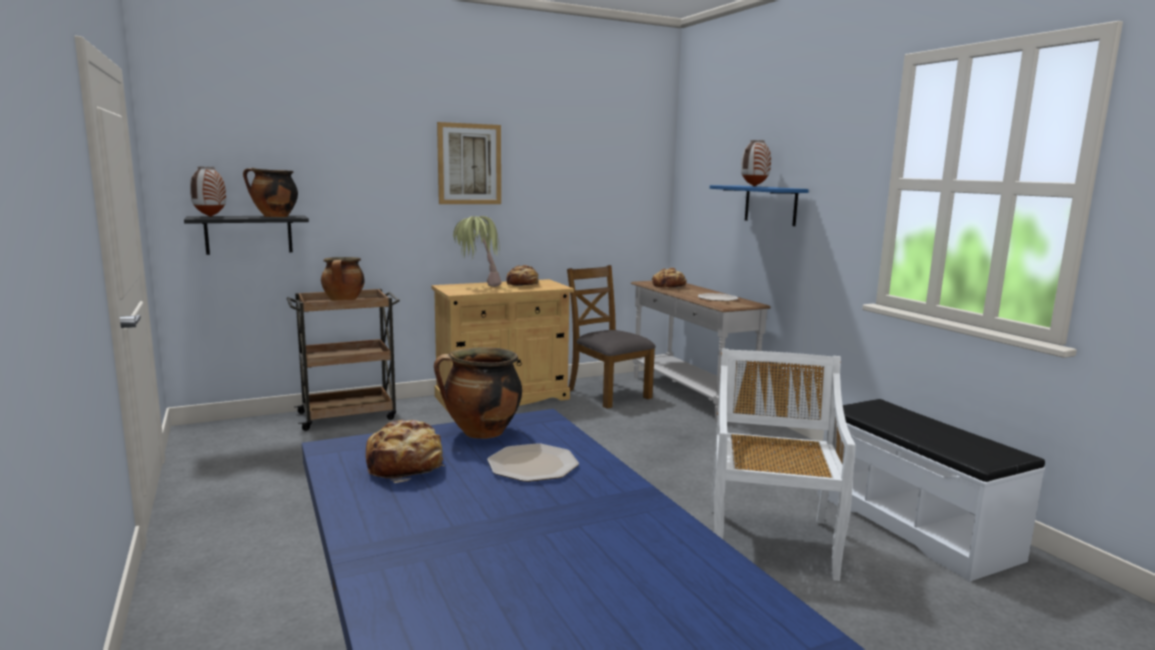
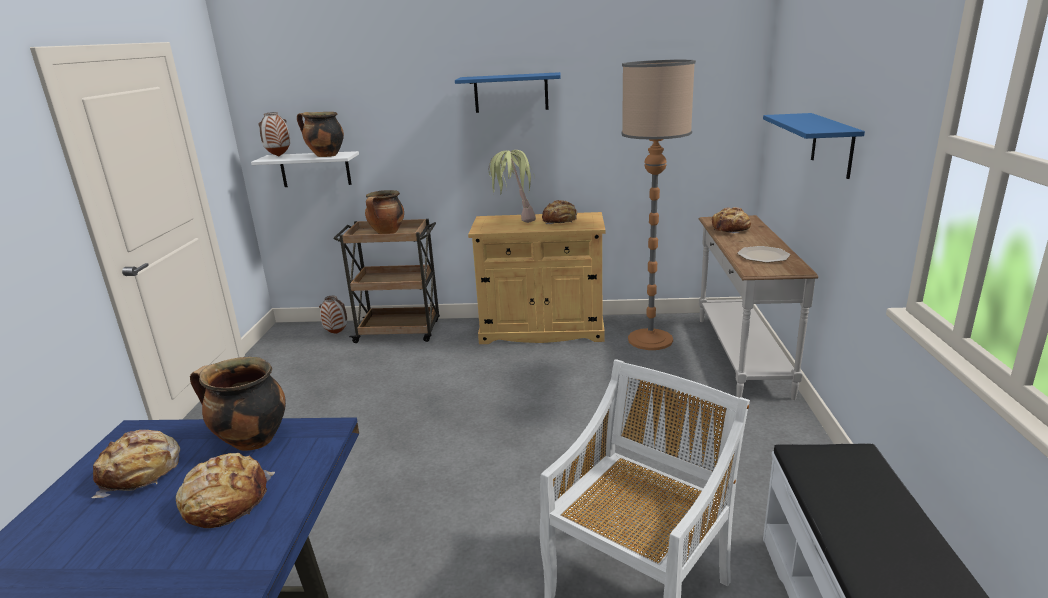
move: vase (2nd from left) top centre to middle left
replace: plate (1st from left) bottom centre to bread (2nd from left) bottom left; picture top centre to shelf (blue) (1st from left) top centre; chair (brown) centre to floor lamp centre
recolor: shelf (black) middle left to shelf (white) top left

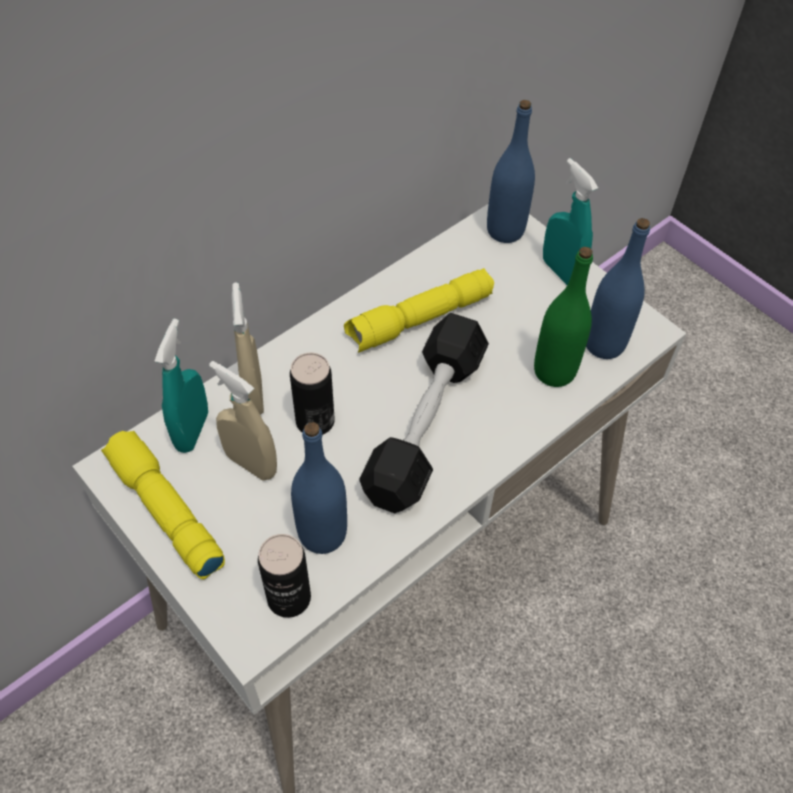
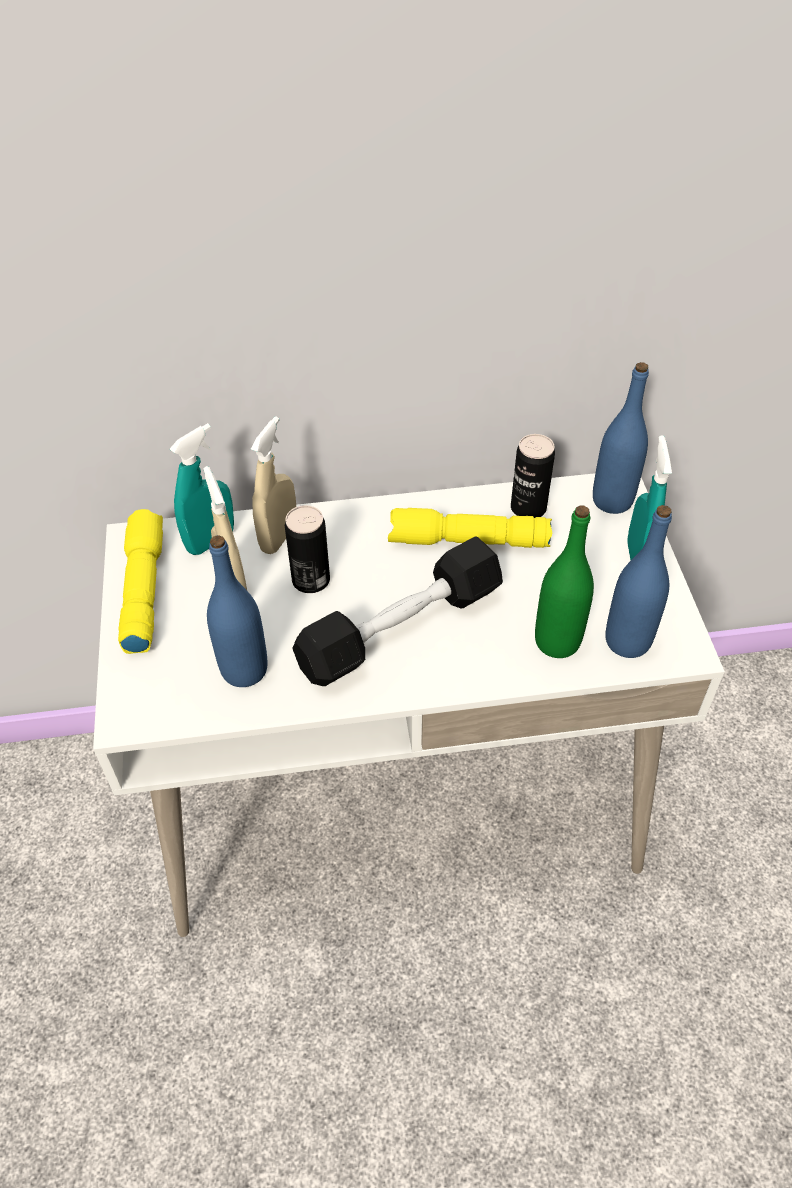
move: can (1st from left in the first image) bottom centre to can (2nd from left) middle right

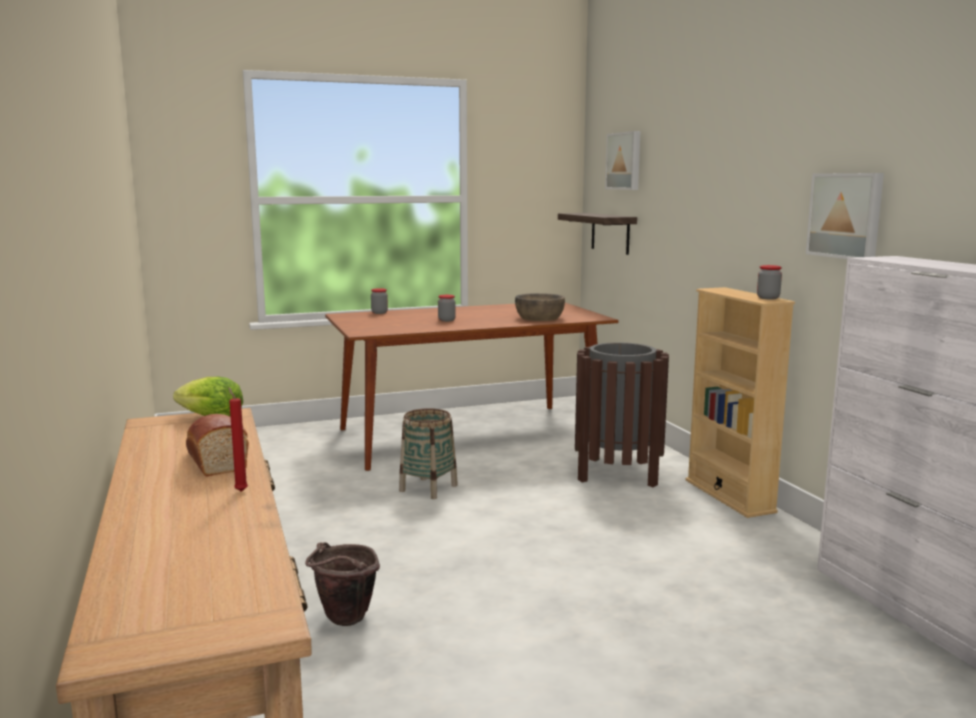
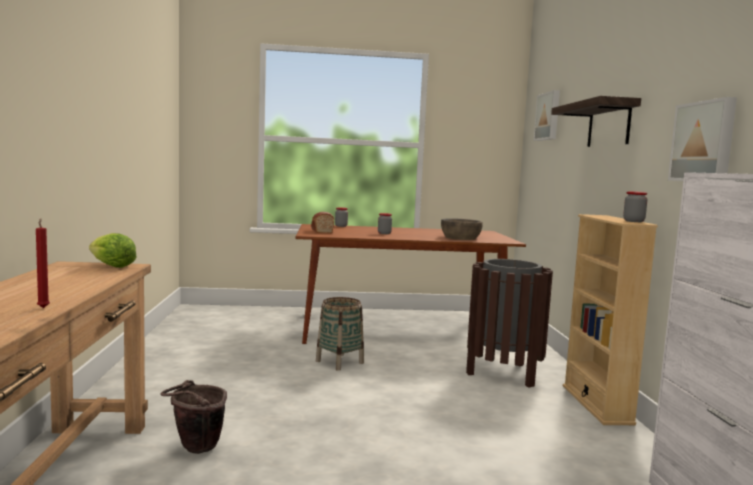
move: bread middle left to centre; shelf top centre to top right

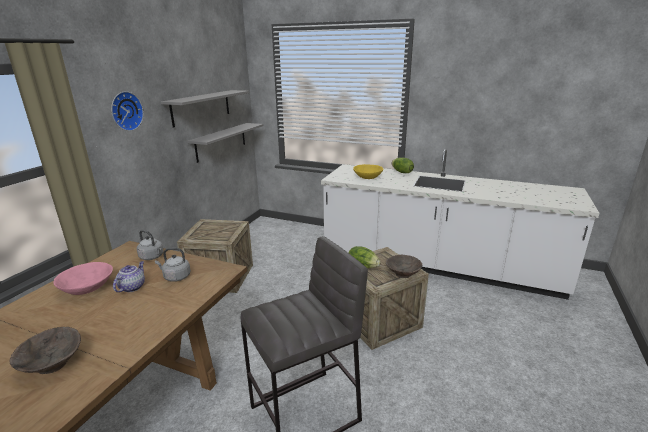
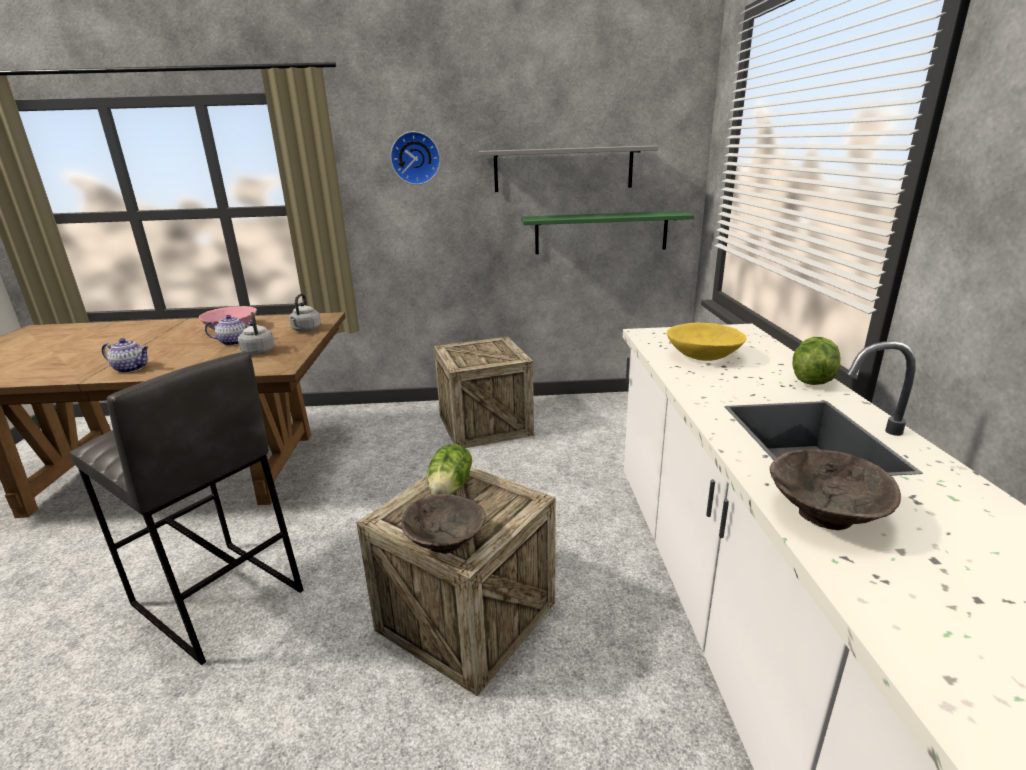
insert: teapot (1st from left) middle left
move: bowl (brown) (1st from left in the first image) bottom left to bowl (brown) (2nd from left) middle right
recolor: shelf (grey) (2nd from left) top centre to shelf (green) top centre

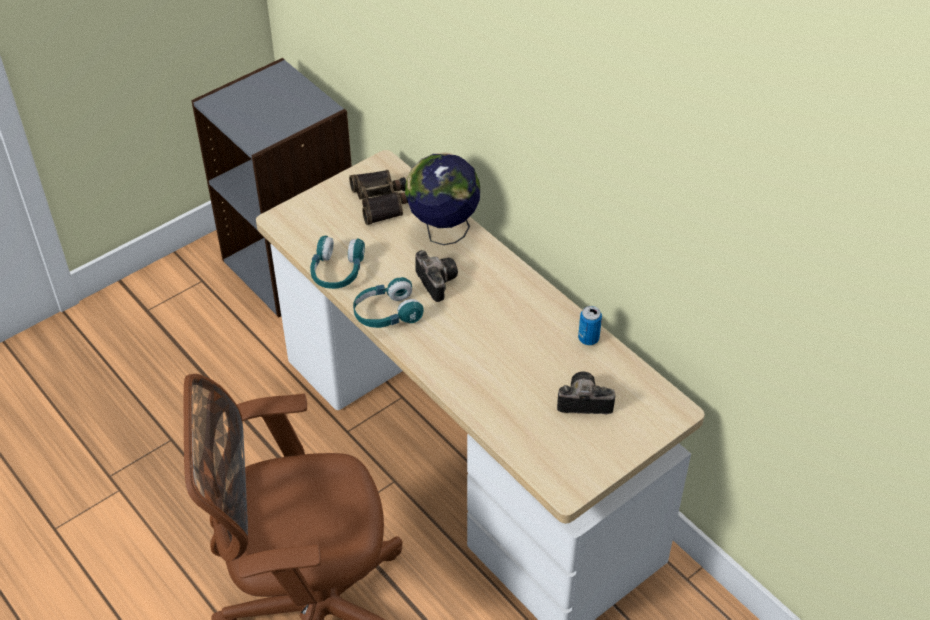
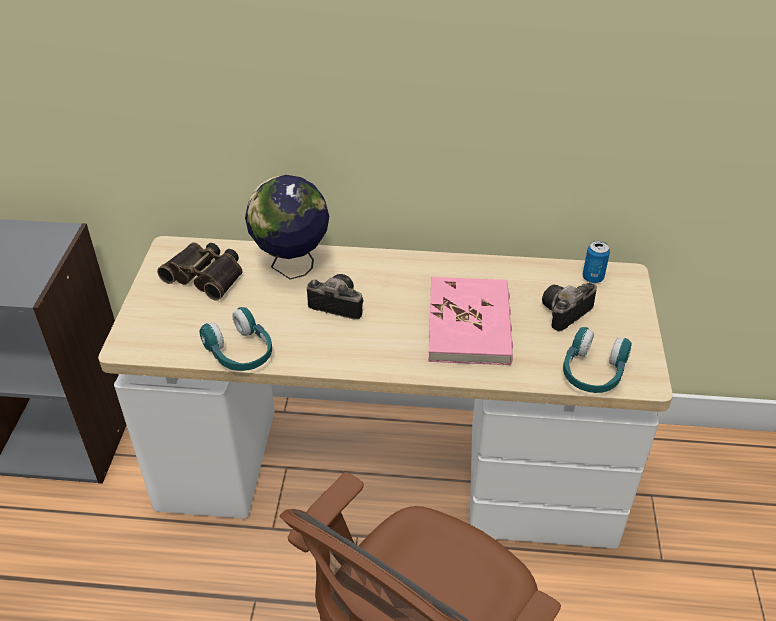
insert: book (pink) centre
move: headphones (turquoise) (2nd from left) centre to middle right; can centre to middle right

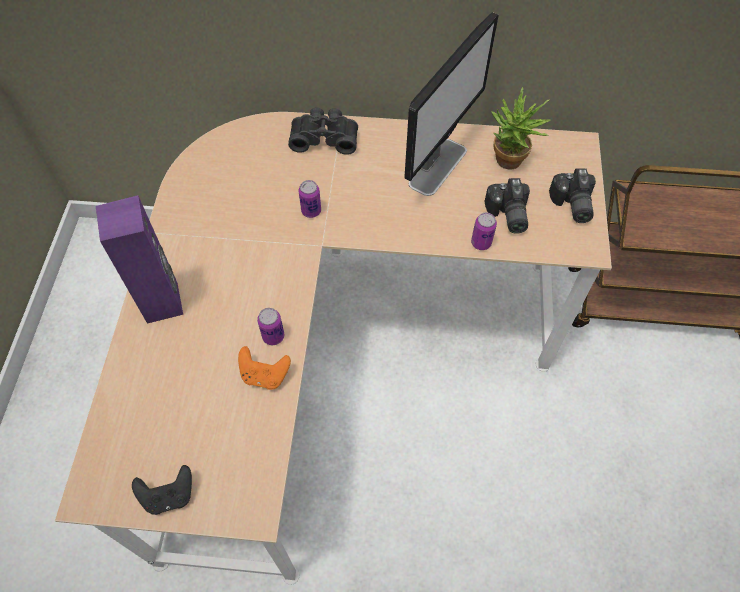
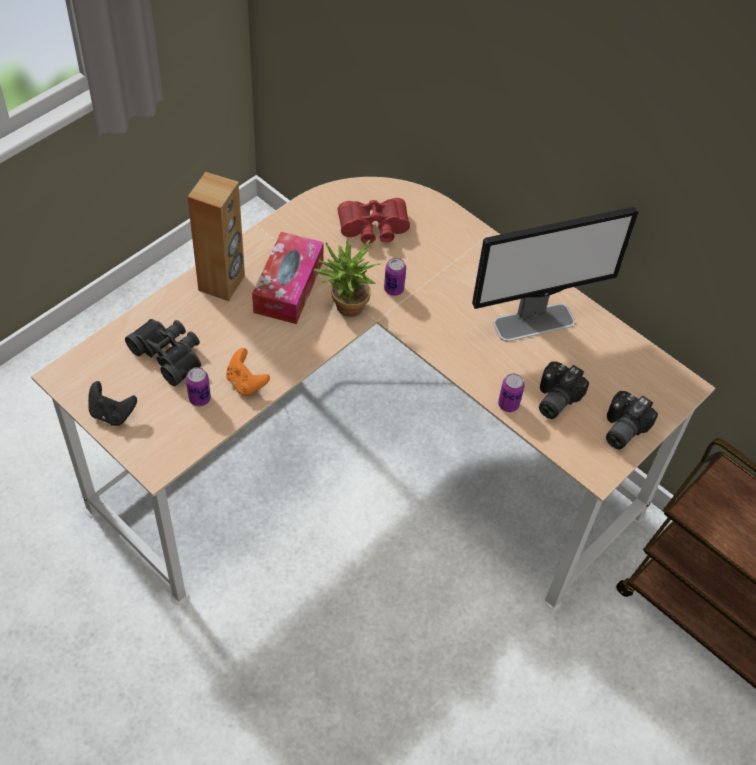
insert: tissue box centre; binoculars (red) top centre
move: binoculars (black) top centre to middle left; can (1st from left) centre to middle left; potted plant top right to centre
recolor: speaker (purple) middle left to speaker (brown) top left

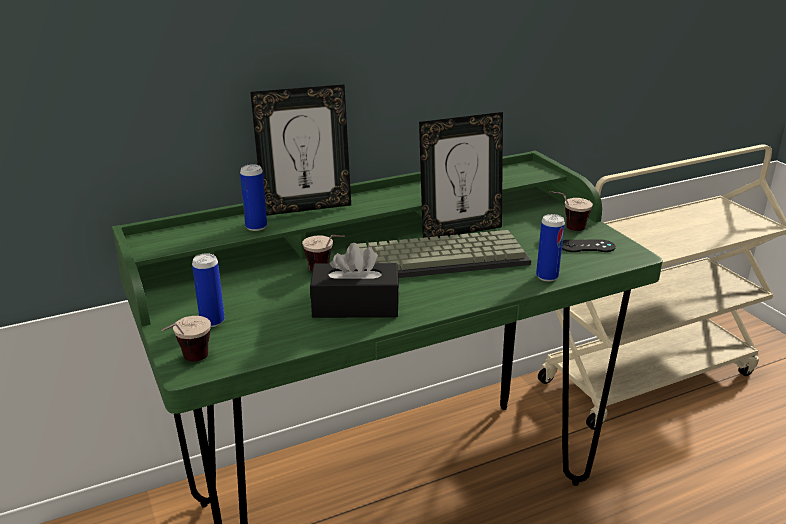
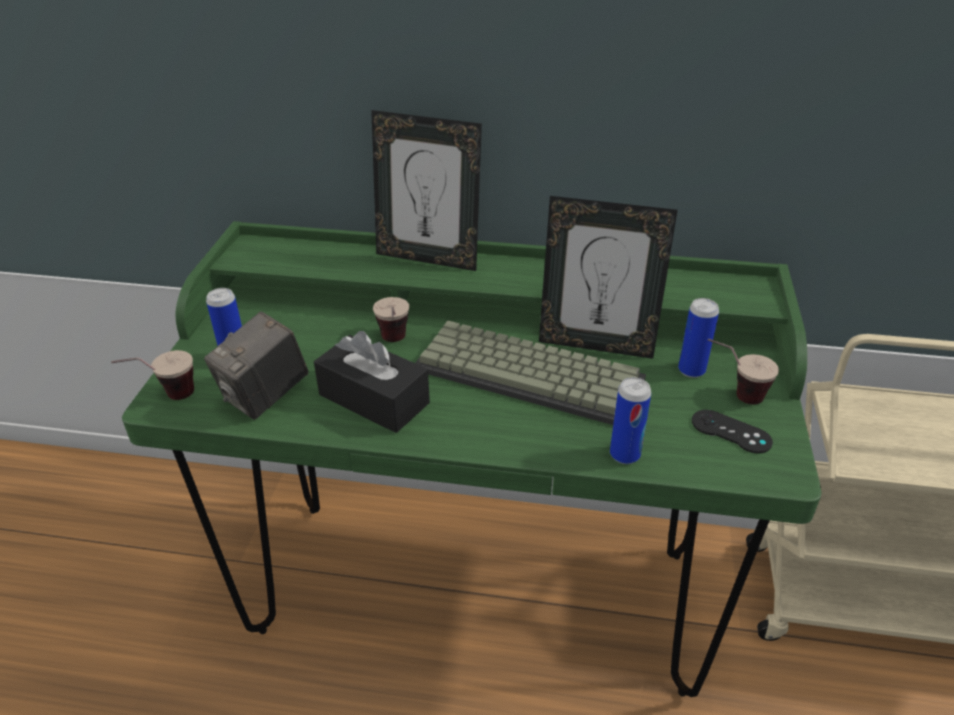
insert: photo camera middle left
move: can (2nd from left in the first image) middle left to can (3rd from left) middle right

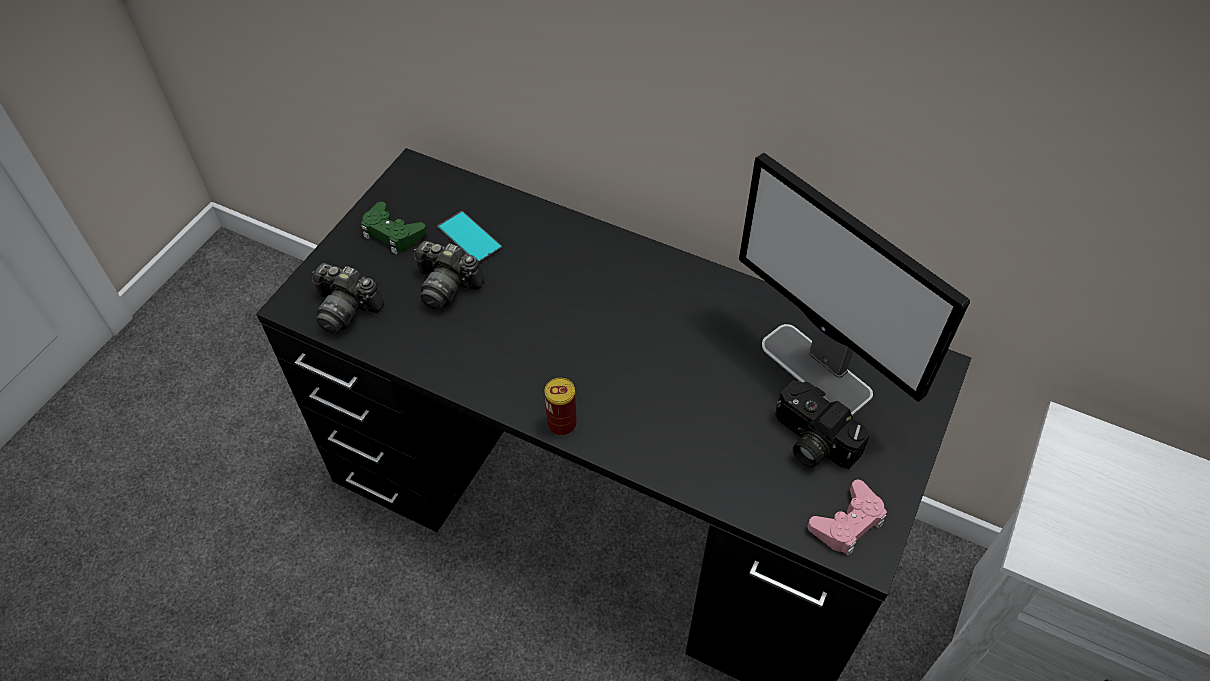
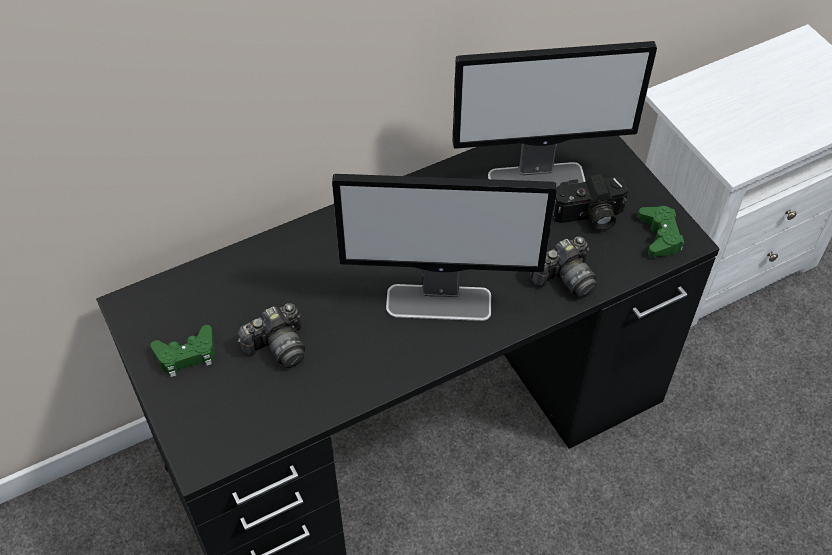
delete: phone centre; can centre
insert: monitor (1st from left) centre
move: photo camera (1st from left in the first image) middle left to photo camera (2nd from left) middle right
recolor: game controller (pink) bottom right to game controller (green) (2nd from left) middle right

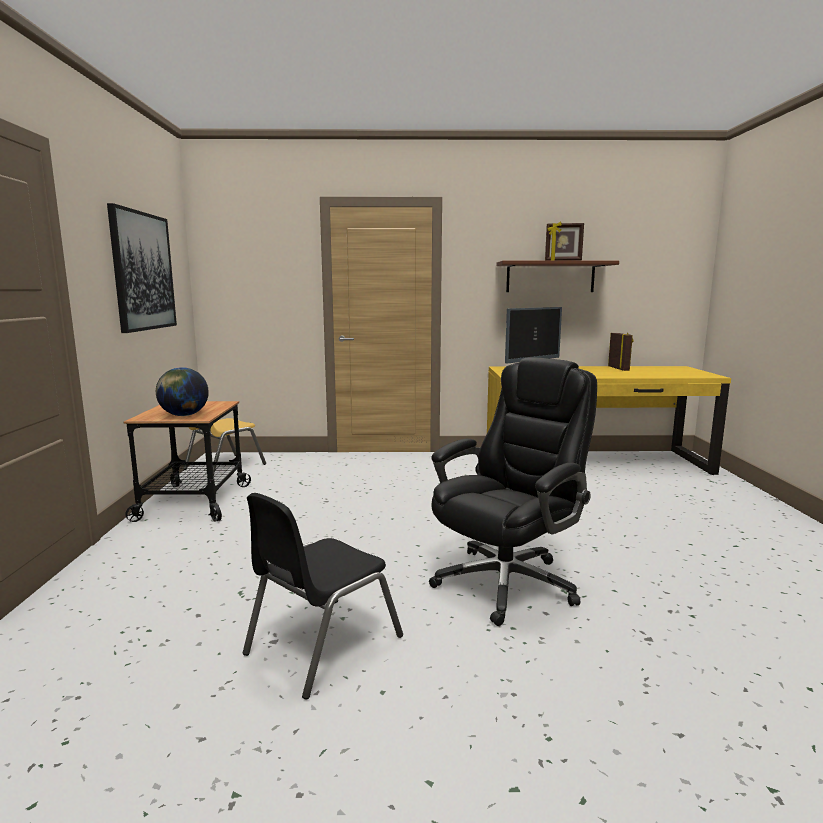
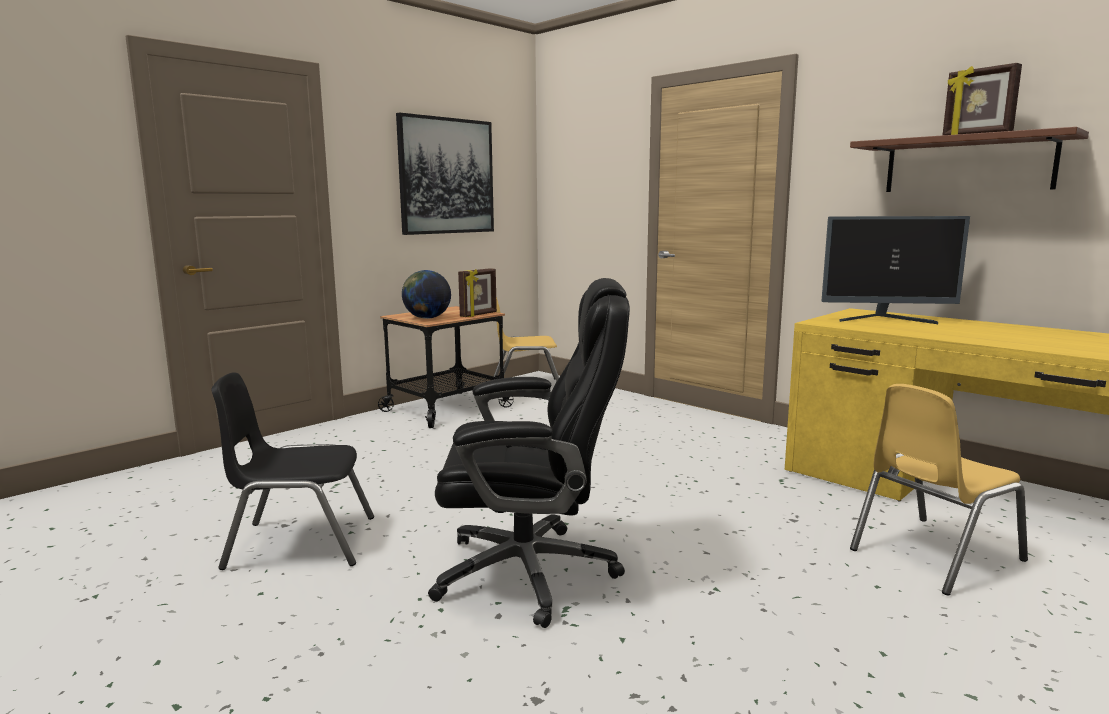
insert: chair (yellow) (2nd from left) bottom right
move: picture frame (2nd from left in the first image) middle right to picture frame (1st from left) centre

